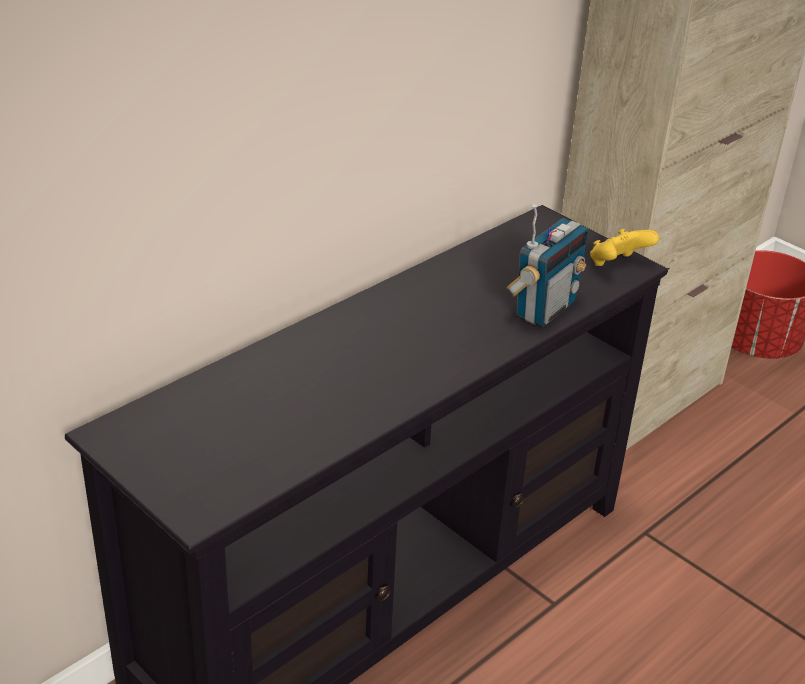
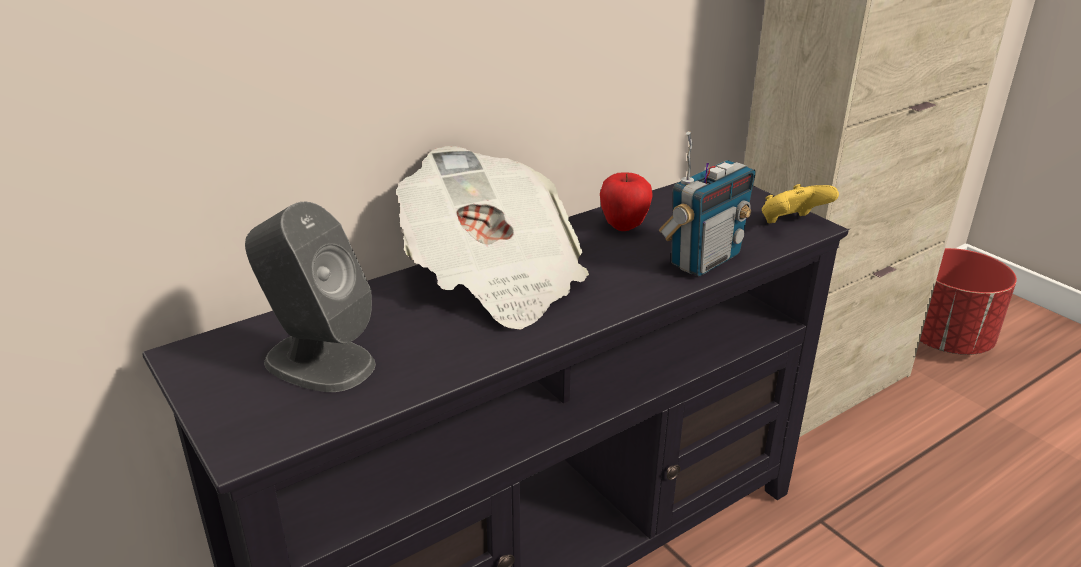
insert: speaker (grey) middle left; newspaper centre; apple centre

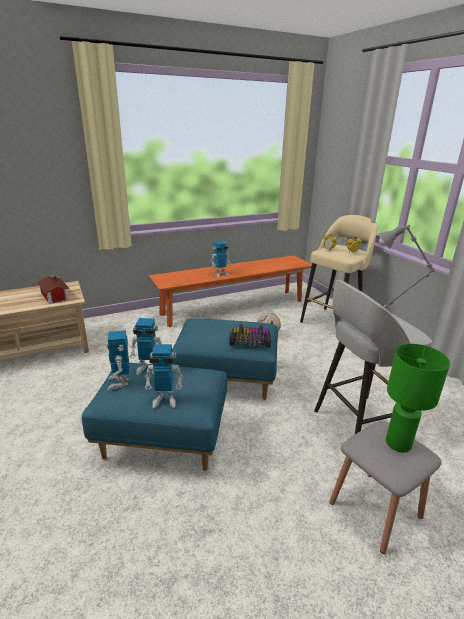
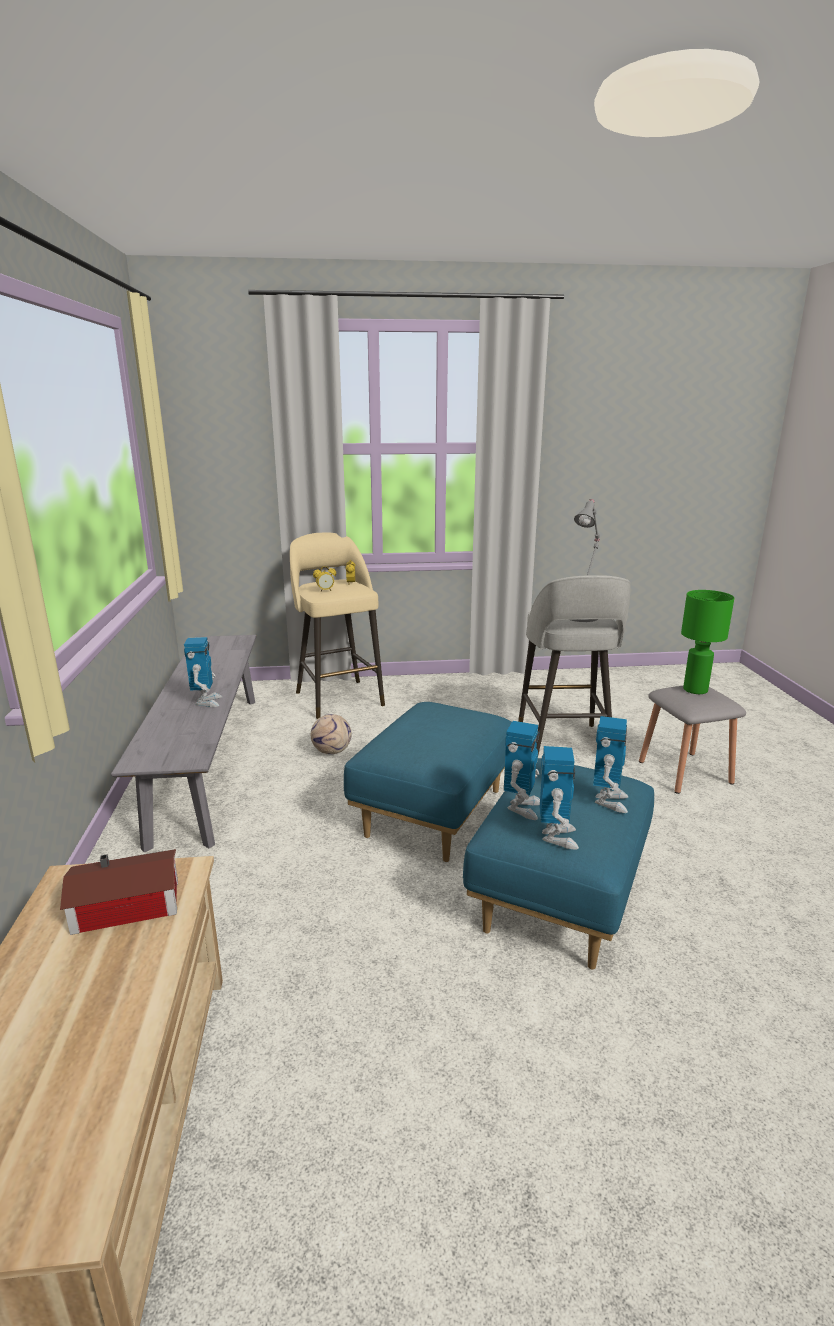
delete: toy car centre
recolor: bench (orange) centre to bench (grey) middle left
rotate: toy robot (1st from left in the first image) middle left = middle right 90 degrees counterclockwise

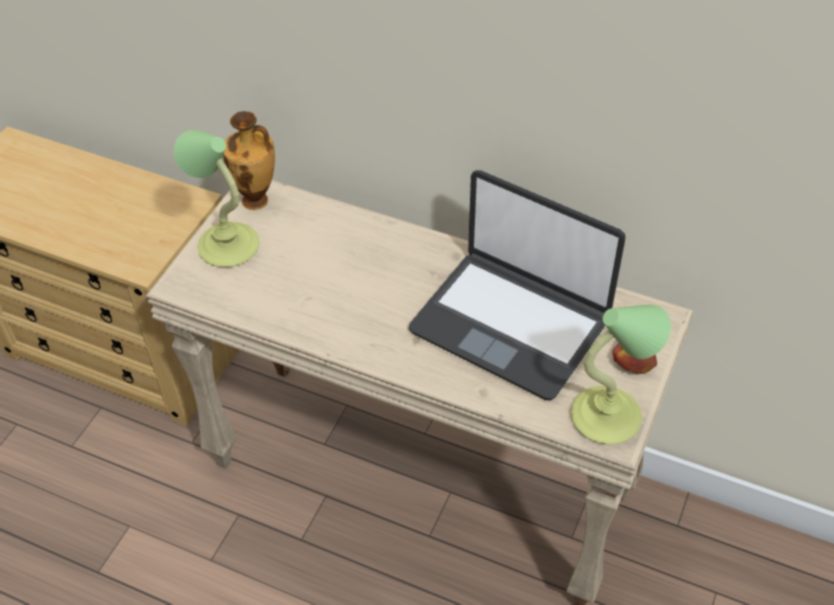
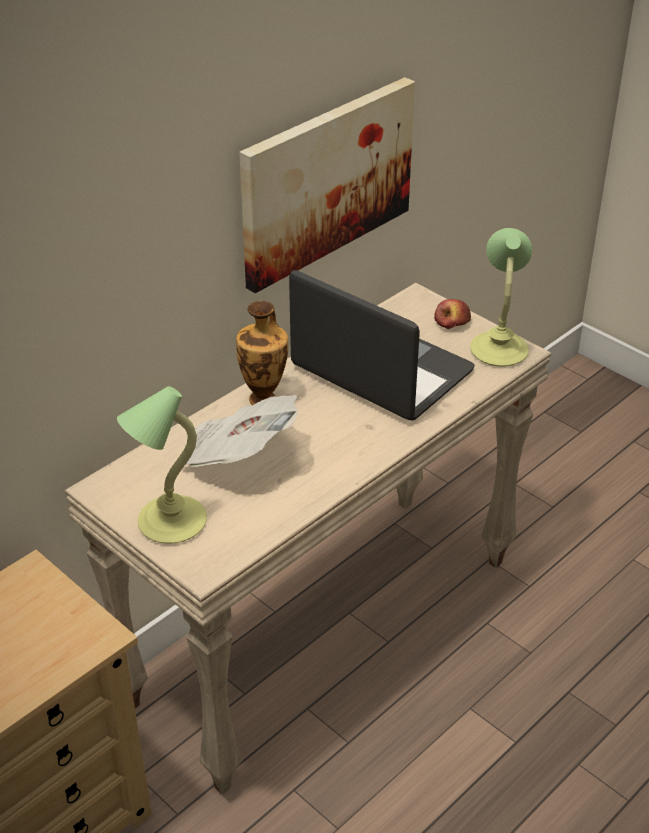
insert: newspaper centre; picture top centre
move: vase top left to centre
rotate: laptop centre = centre 105 degrees counterclockwise

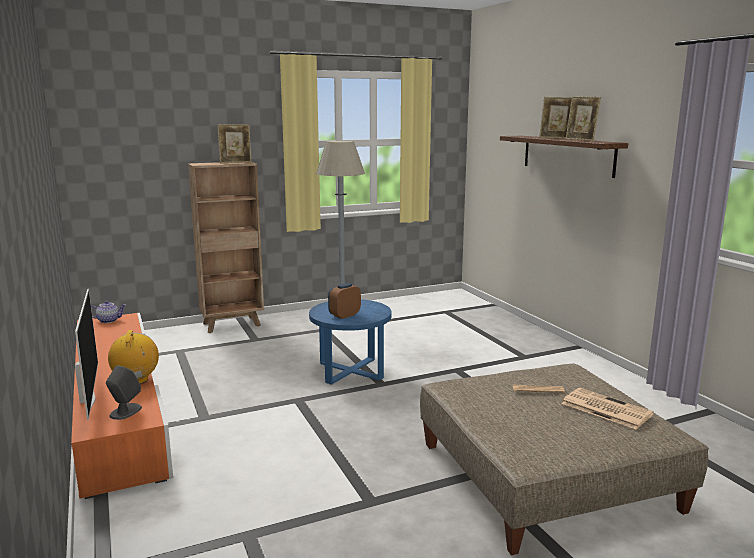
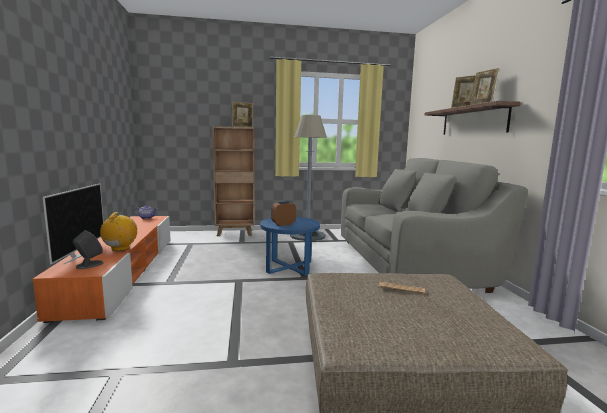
delete: newspaper (2nd from left) bottom right
insert: sofa (grey) middle right

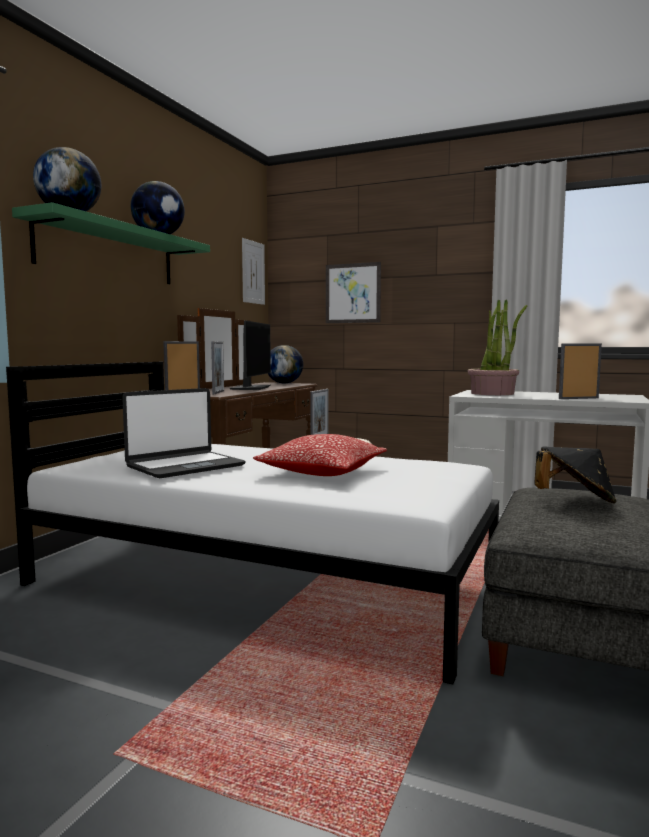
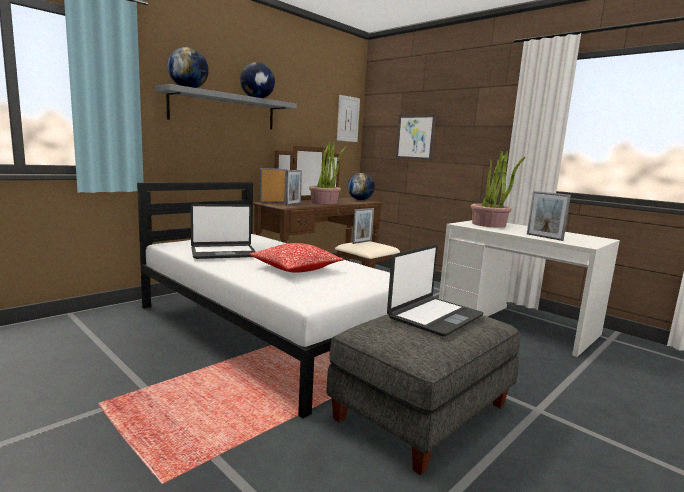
replace: monitor centre to potted plant (1st from left) centre; hat (black) middle right to laptop (2nd from left) centre
recolor: shelf (green) top left to shelf (grey) top left
rotate: picture frame (4th from left) middle right = middle right 135 degrees counterclockwise

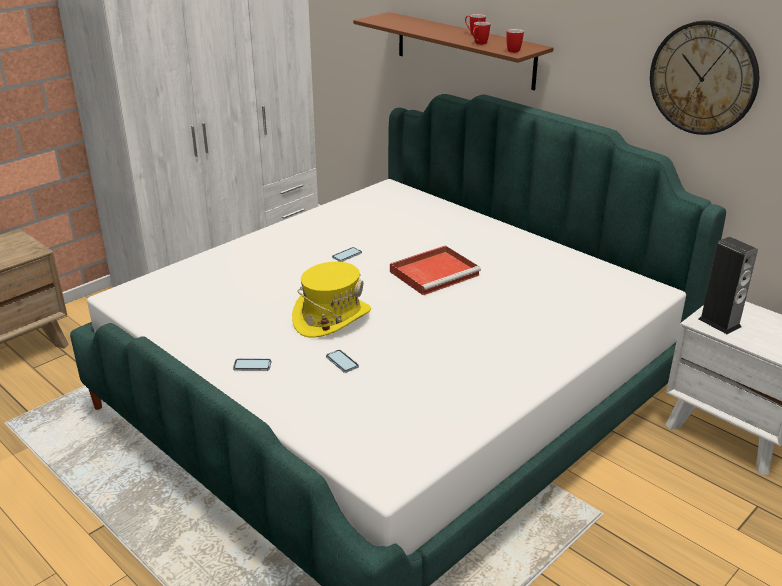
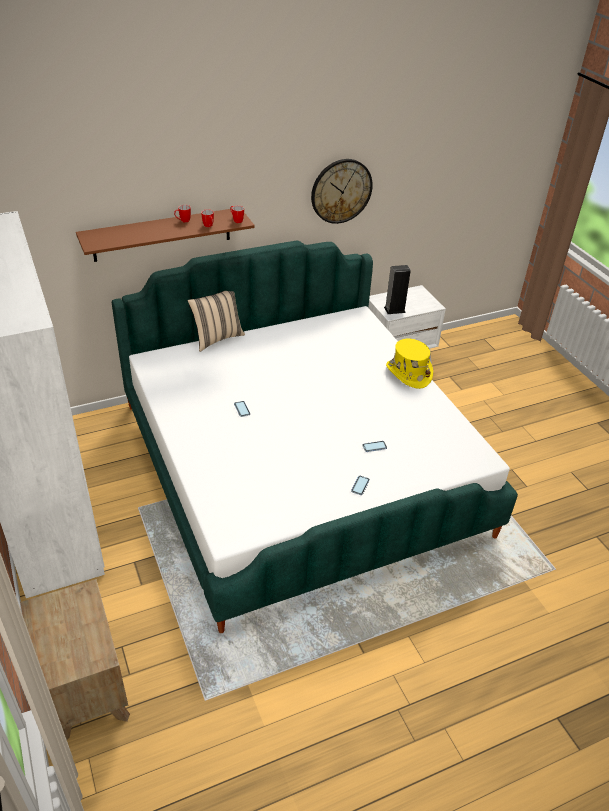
delete: tray (red) centre
insert: pillow (beige) centre
move: hat (yellow) centre to middle right

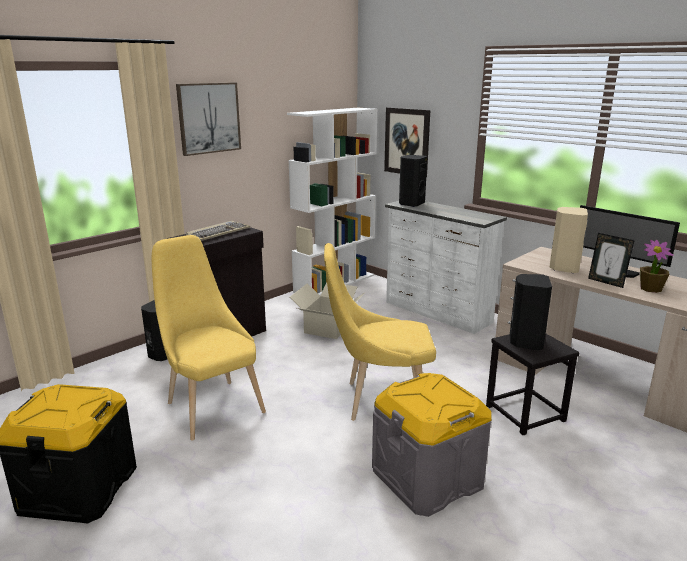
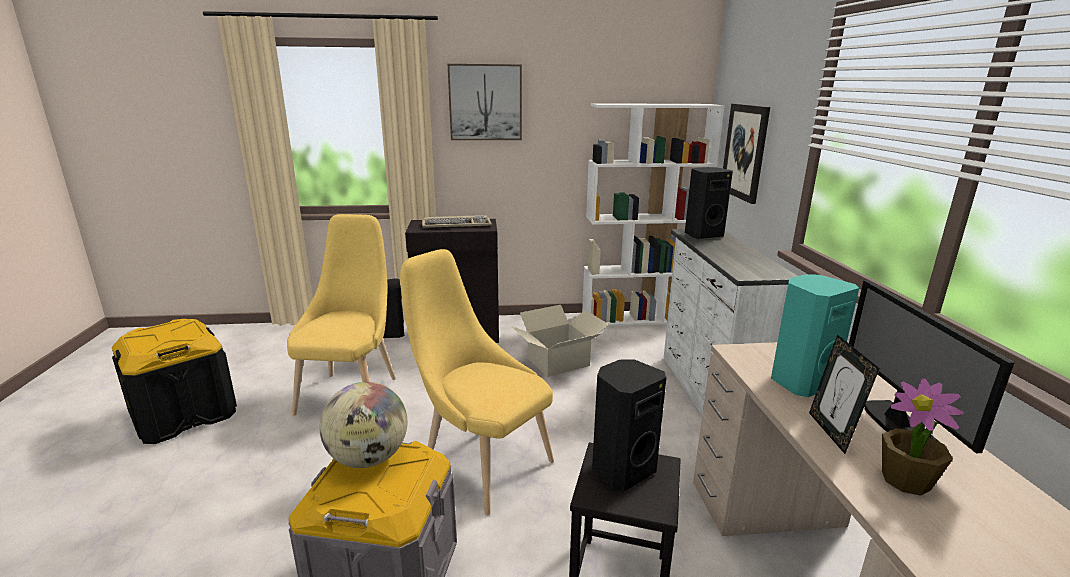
insert: globe bottom centre
recolor: speaker (beige) middle right to speaker (turquoise) middle right

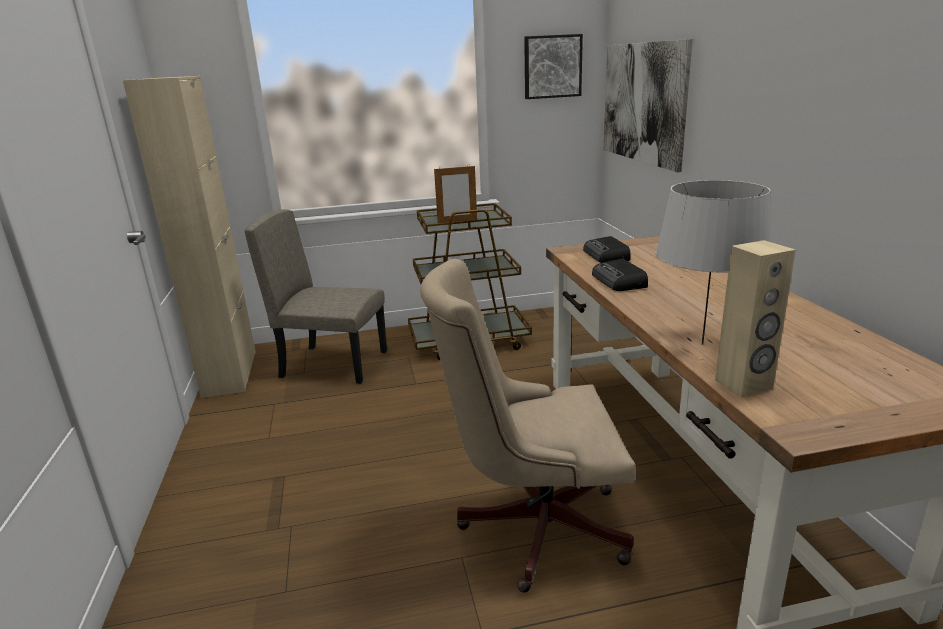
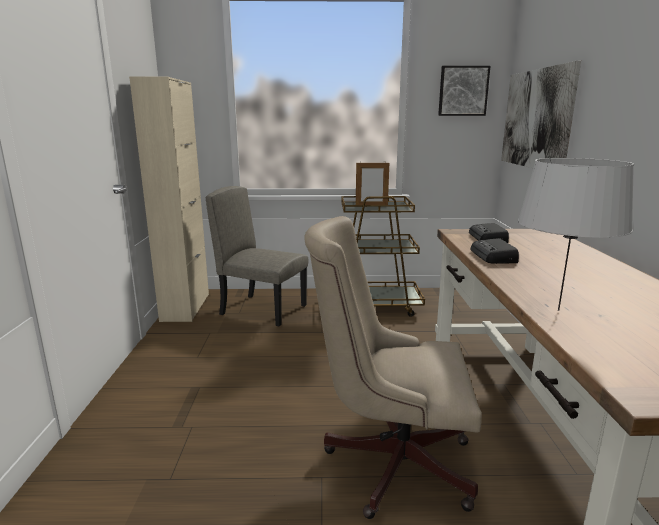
delete: speaker (beige) middle right

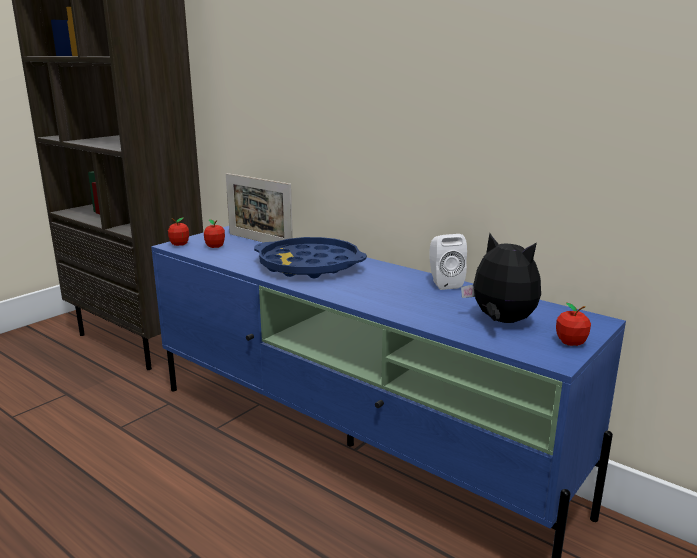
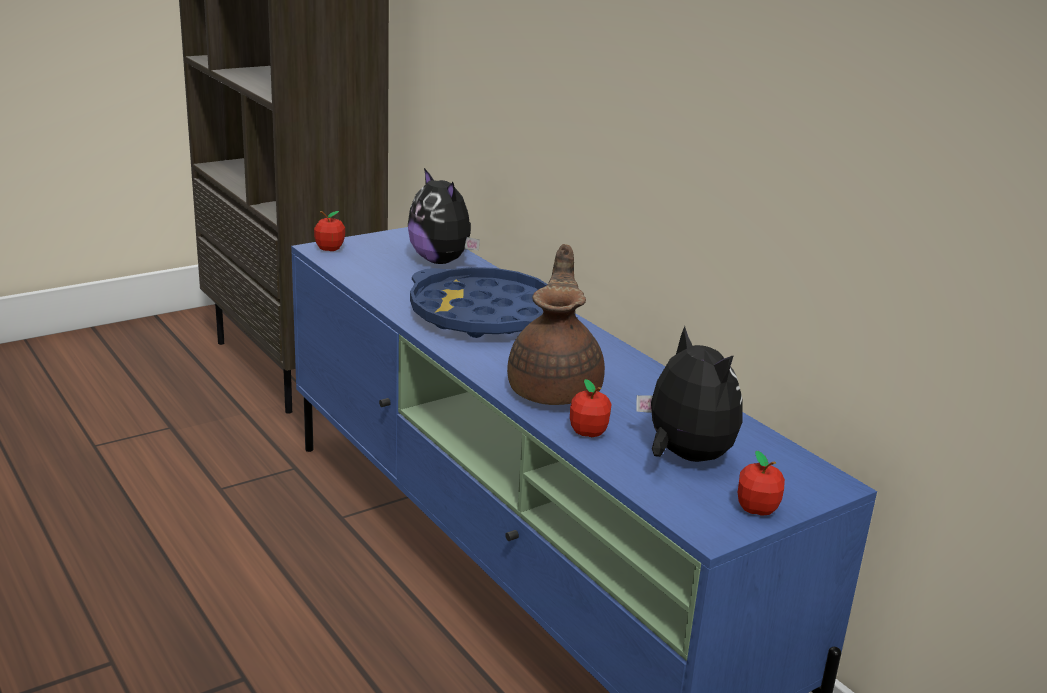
delete: speaker (white) centre
insert: teapot (brown) centre
move: apple (2nd from left) middle left to centre
replace: picture frame centre to plush toy (1st from left) top centre

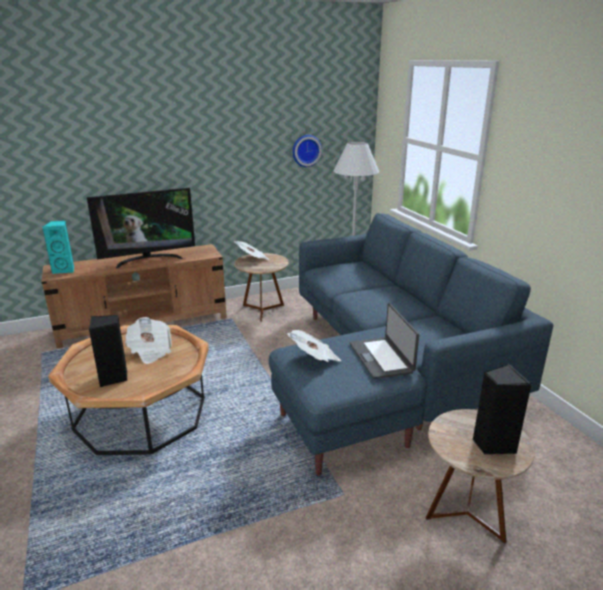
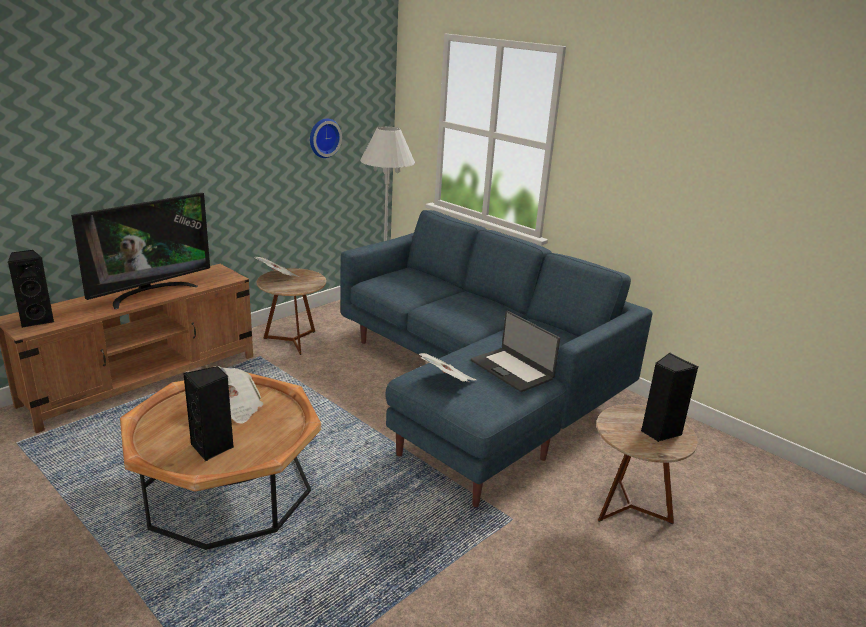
recolor: speaker (turquoise) middle left to speaker (black) (1st from left) middle left

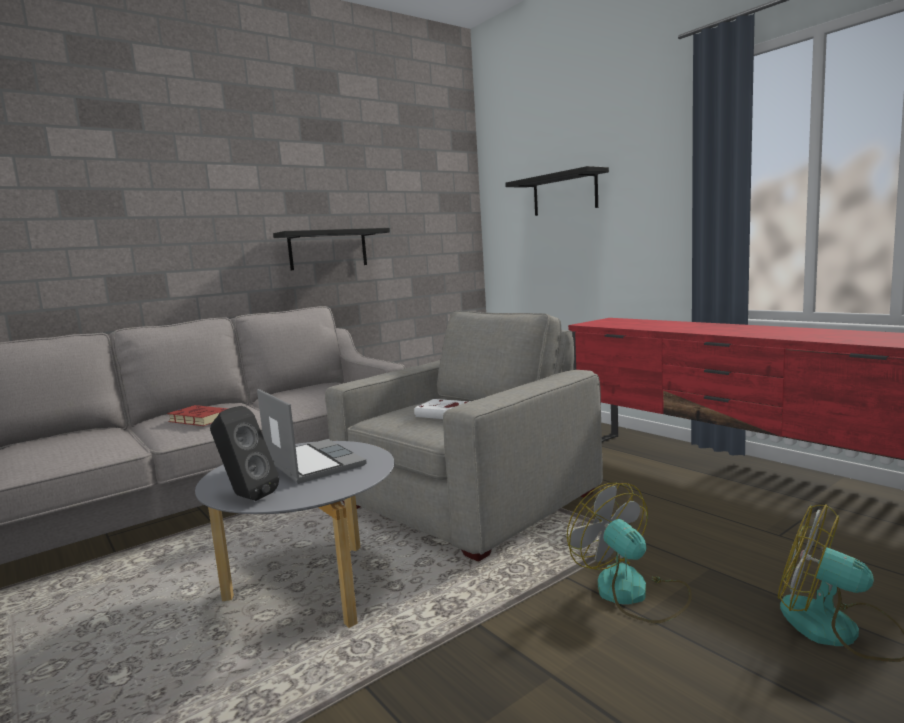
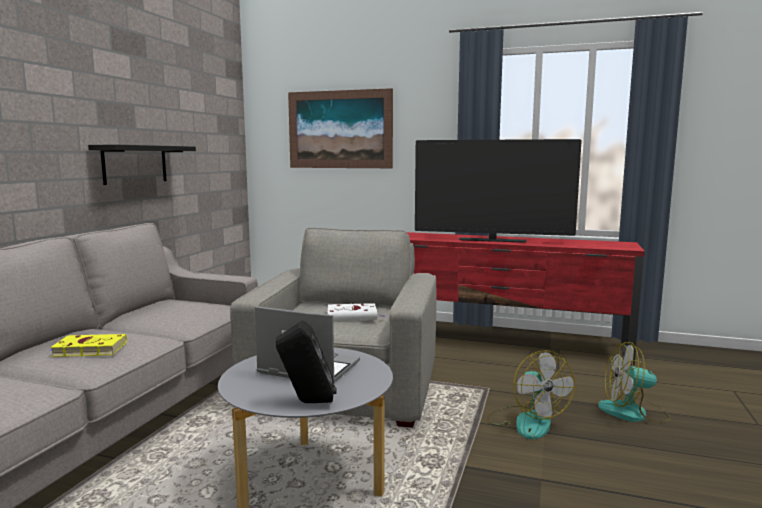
insert: television centre
replace: shelf (black) (2nd from left) top centre to picture top centre
recolor: book (red) middle left to book (yellow) bottom left
rotate: fan (1st from left) bottom right = bottom right 135 degrees counterclockwise

